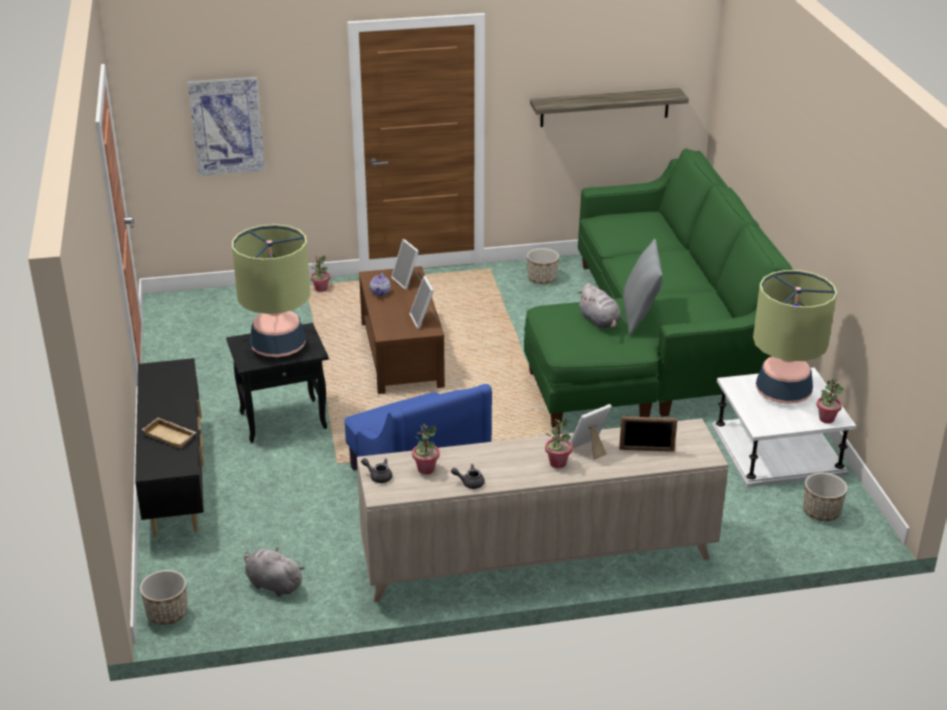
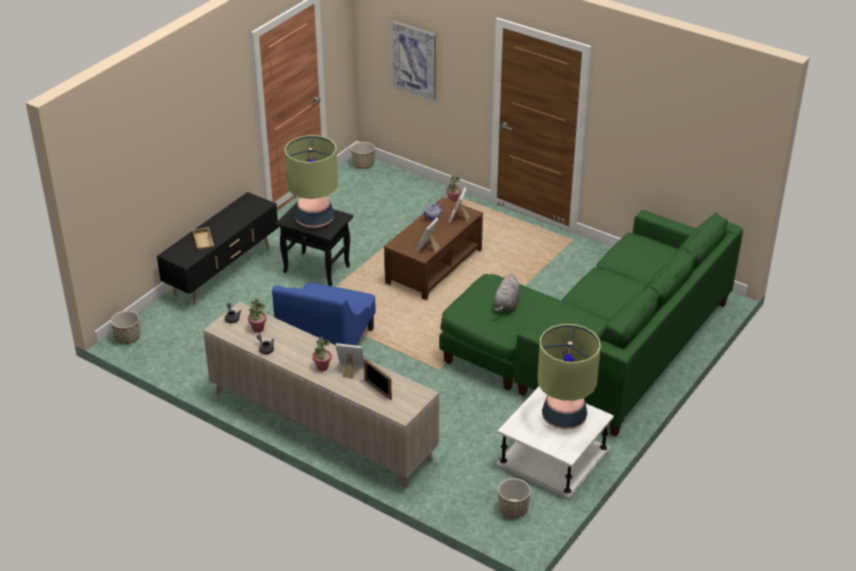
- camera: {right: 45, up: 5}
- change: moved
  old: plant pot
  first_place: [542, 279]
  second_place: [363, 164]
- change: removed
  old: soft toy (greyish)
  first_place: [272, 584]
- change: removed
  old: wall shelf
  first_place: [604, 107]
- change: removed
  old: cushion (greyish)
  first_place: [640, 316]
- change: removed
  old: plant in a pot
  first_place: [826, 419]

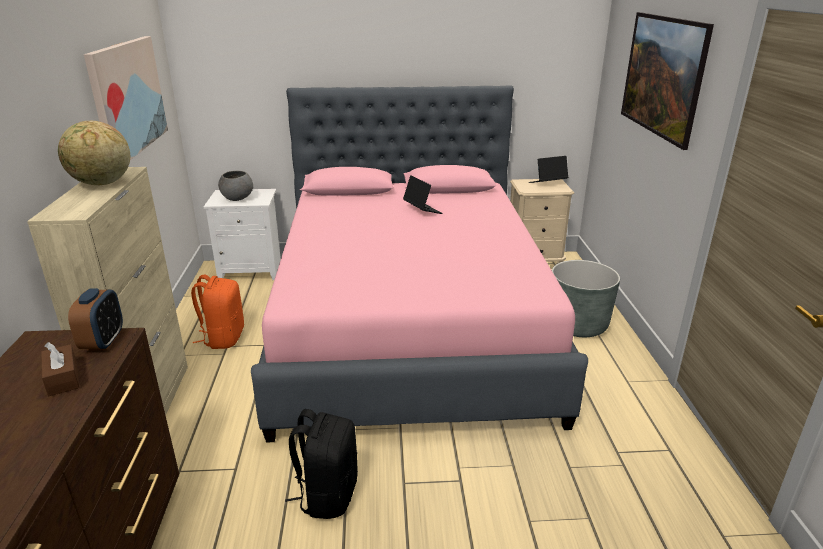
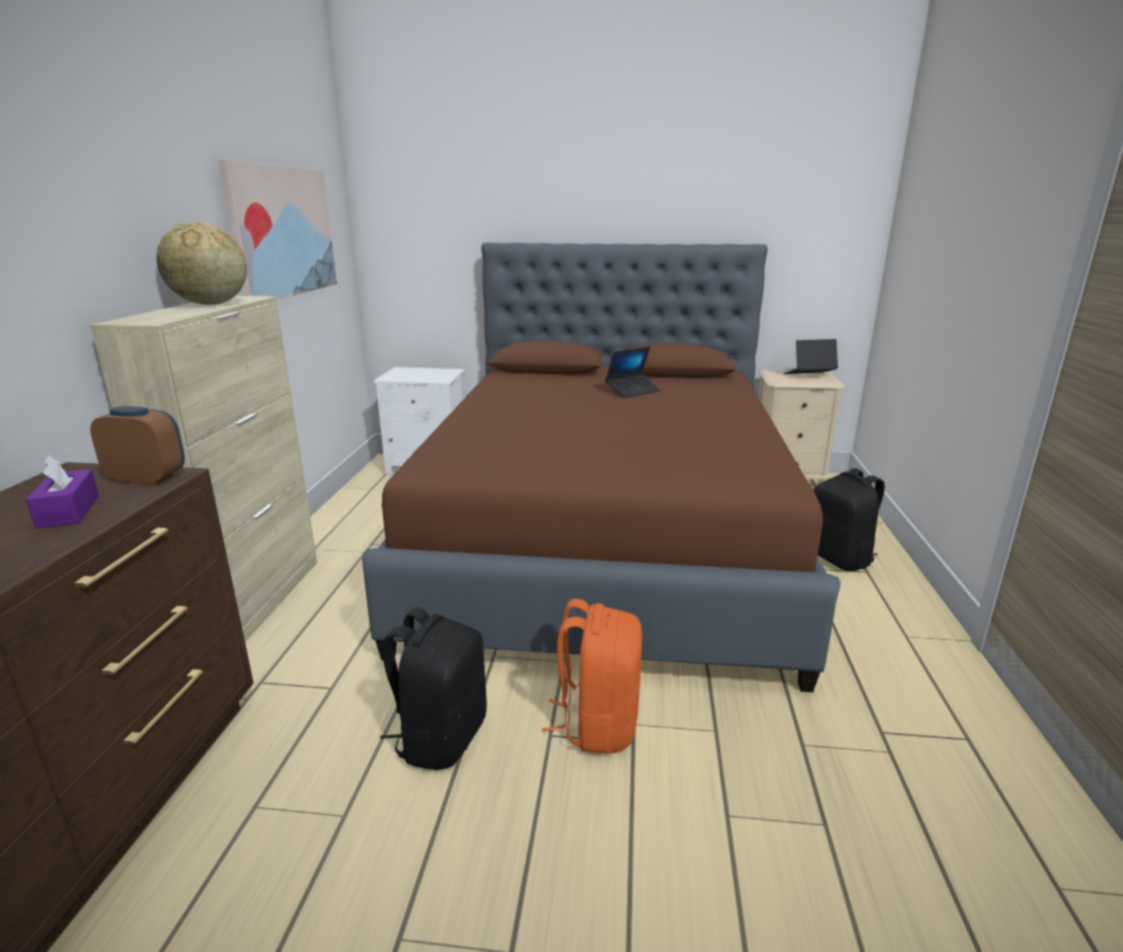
- camera: {right: 10, up: -5}
- change: recoloured
  old: tissue holder (brown-coloured)
  new: tissue holder (purplish)
  first_place: [63, 378]
  second_place: [68, 511]
- change: turned
  old: bedside clock
  first_place: [103, 342]
  second_place: [147, 478]
  degrees: -90
- change: recoloured
  old: bed (pinkish)
  new: bed (brown-coloured)
  first_place: [410, 326]
  second_place: [606, 541]
- change: moved
  old: knapsack (orange-coloured)
  first_place: [223, 338]
  second_place: [597, 723]
- change: turned
  old: portable computer
  first_place: [422, 210]
  second_place: [633, 391]
  degrees: 75
- change: replaced
  old: plant pot (greyish)
  new: knapsack (black-coloured)
  first_place: [578, 325]
  second_place: [839, 558]
- change: removed
  old: bowl (greyish)
  first_place: [238, 199]
- change: removed
  old: wall picture
  first_place: [657, 103]

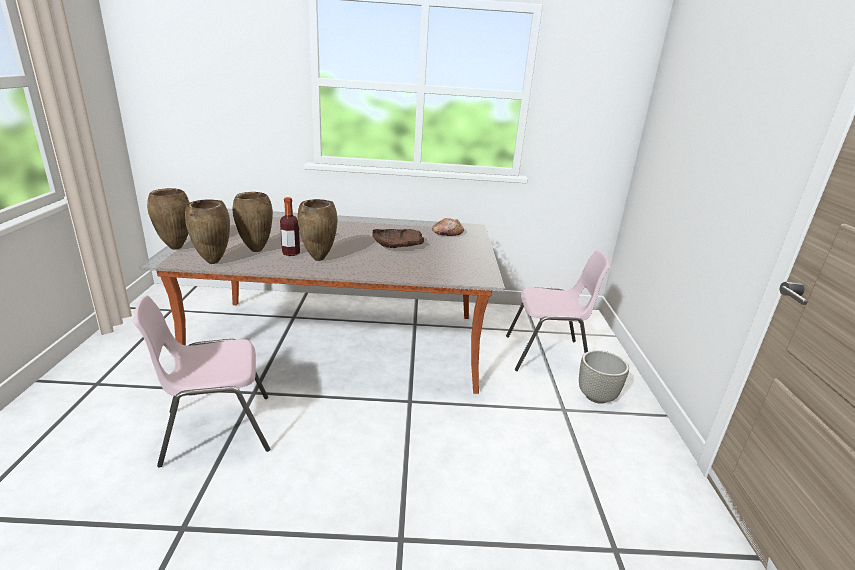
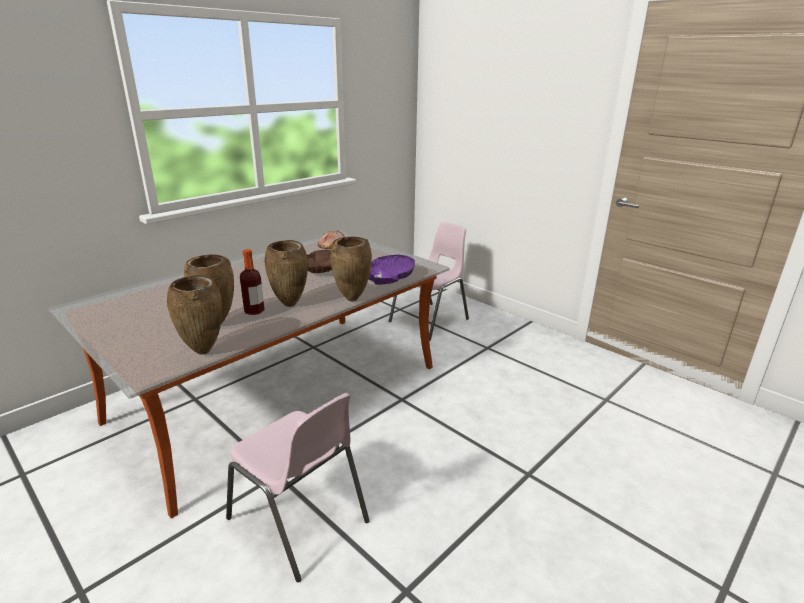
- camera: {right: -45, up: 0}
- change: turned
  old: plain chair (pinkish)
  first_place: [216, 430]
  second_place: [300, 521]
  degrees: -75
- change: moved
  old: decorative vase (brown-coloured)
  first_place: [175, 248]
  second_place: [352, 299]
- change: added
  new: bowl (purplish)
  second_place: [390, 278]
- change: removed
  old: plant pot (greyish)
  first_place: [596, 396]

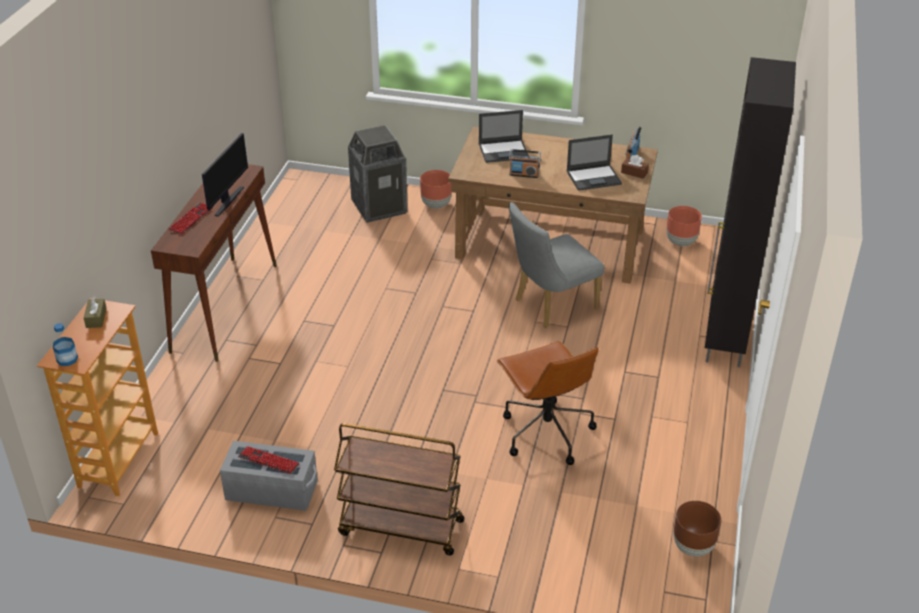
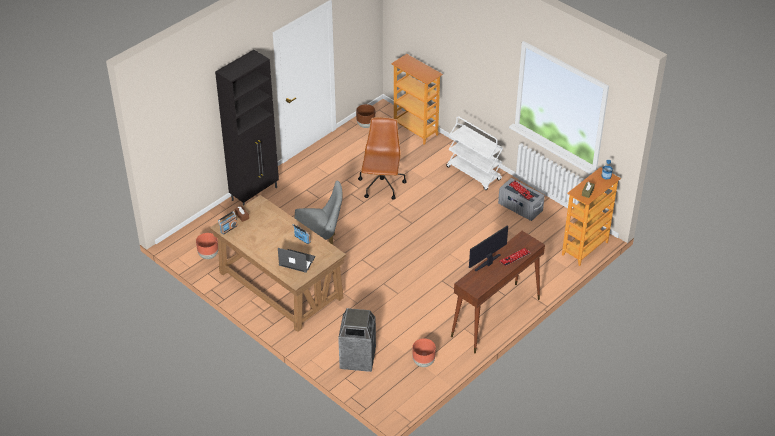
- camera: {right: -150, up: 5}
- change: added
  new: bookshelf
  second_place: [416, 130]
- change: moved
  old: plant pot (brown-coloured)
  first_place: [436, 204]
  second_place: [423, 362]
- change: recoloured
  old: wheeled cart (brown-coloured)
  new: wheeled cart (white-coloured)
  first_place: [400, 527]
  second_place: [474, 173]
- change: removed
  old: portable computer
  first_place: [594, 177]

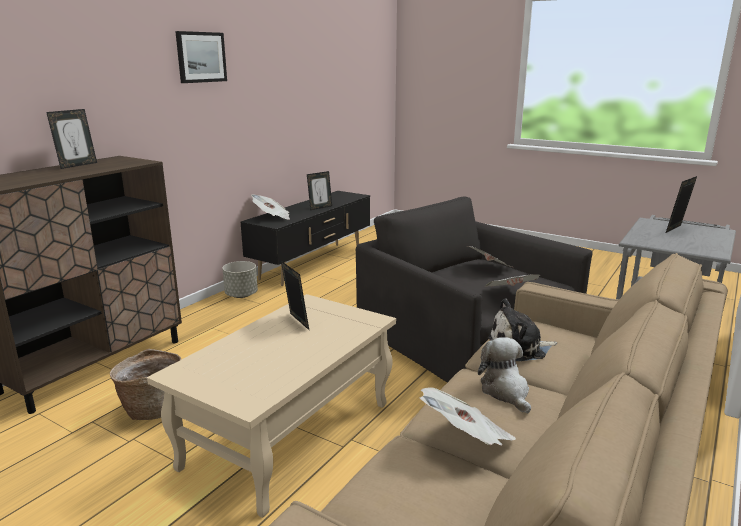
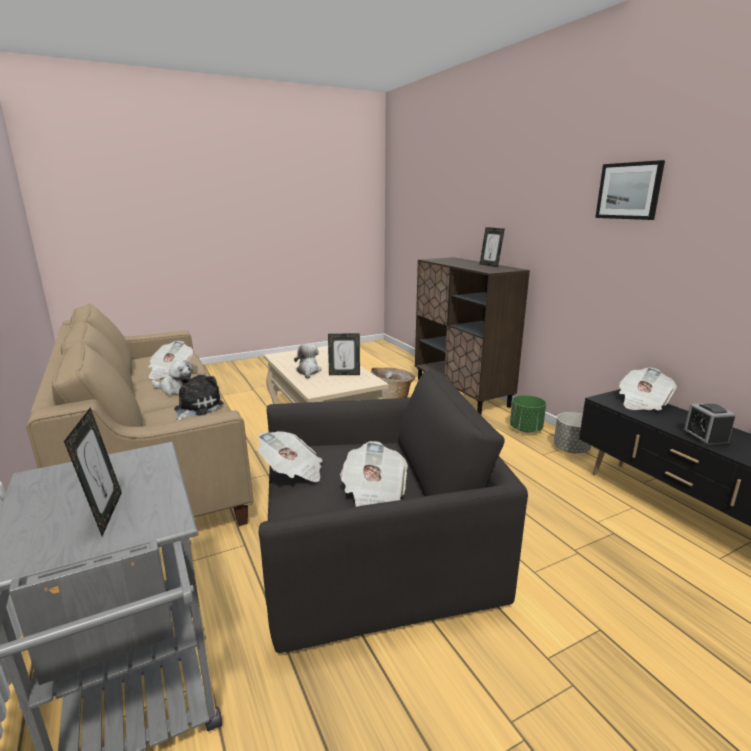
- camera: {right: 120, up: 0}
- change: added
  new: soft toy
  second_place: [308, 371]
- change: added
  new: plant pot (green)
  second_place: [525, 429]
- change: replaced
  old: photo frame
  new: bedside clock
  first_place: [320, 207]
  second_place: [705, 438]

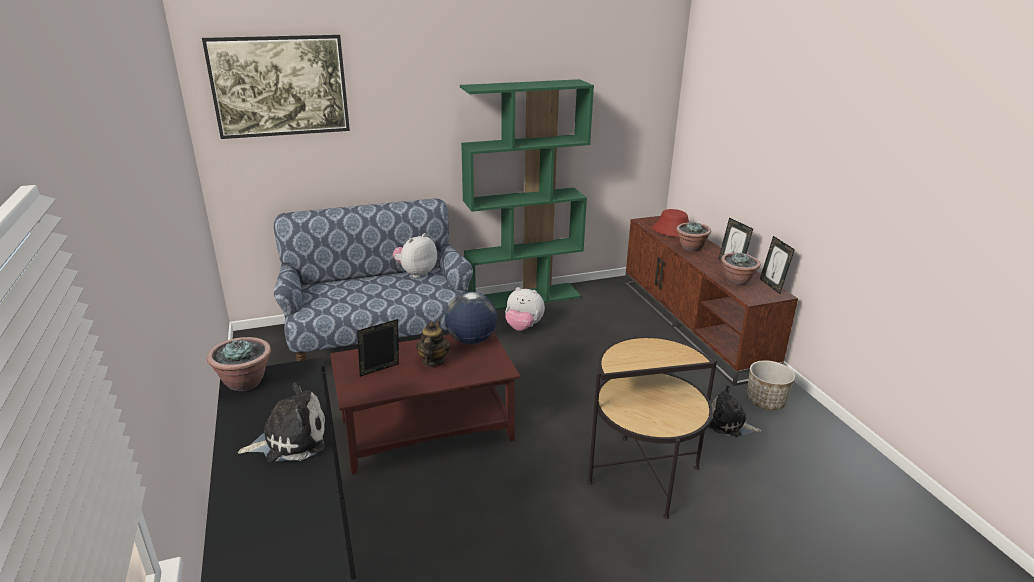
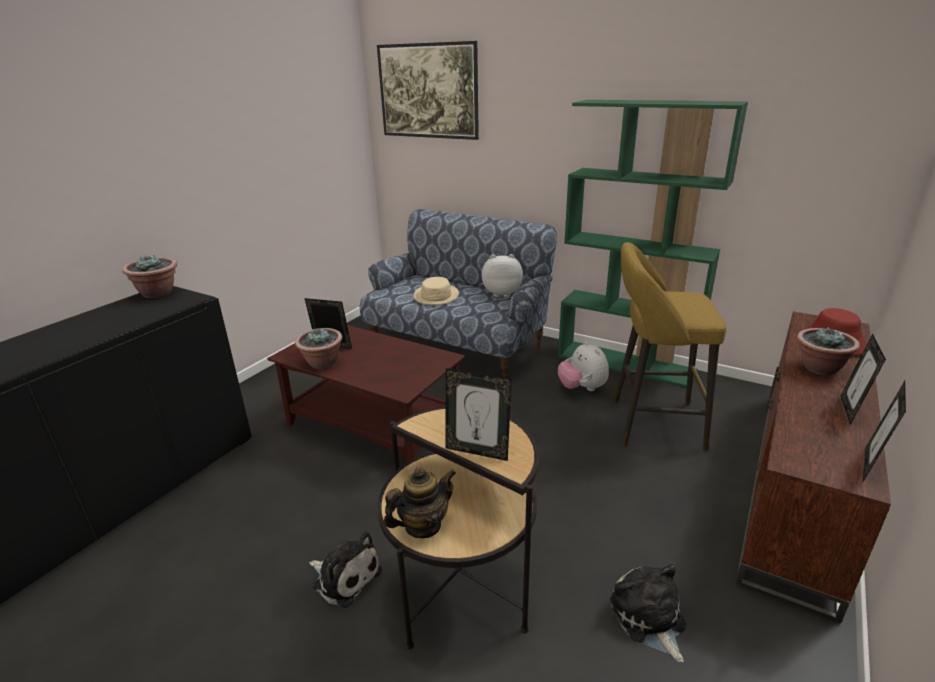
- camera: {right: 50, up: 0}
- change: moved
  old: plant in a pot
  first_place: [737, 281]
  second_place: [322, 363]
- change: moved
  old: soft toy
  first_place: [291, 440]
  second_place: [345, 577]
- change: moved
  old: pot for tea
  first_place: [433, 361]
  second_place: [422, 526]
- change: added
  new: clothing hat (beige)
  second_place: [436, 295]
- change: added
  new: photo frame
  second_place: [477, 451]
- change: added
  new: stool (yellow)
  second_place: [650, 423]
- change: removed
  old: globe
  first_place: [471, 340]
- change: removed
  old: plant pot
  first_place: [765, 401]

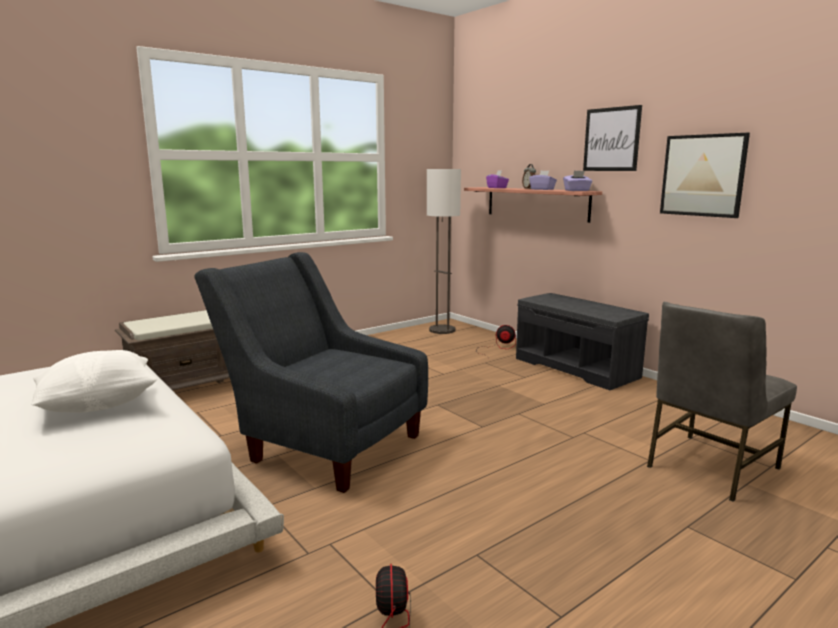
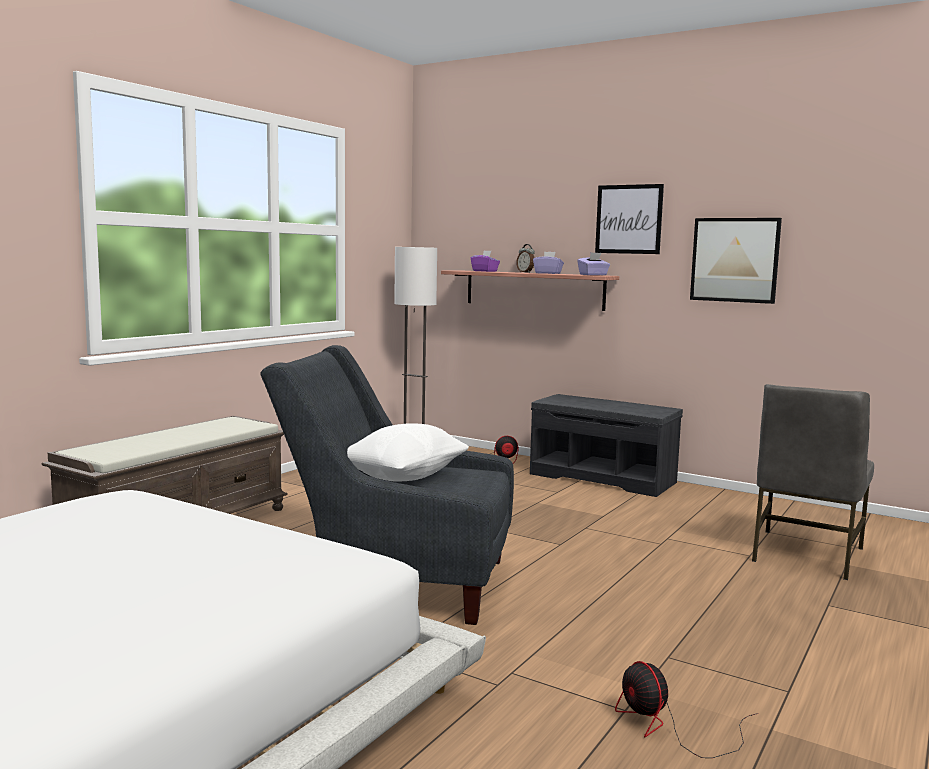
- camera: {right: -20, up: -5}
- change: moved
  old: cushion (white-coloured)
  first_place: [99, 405]
  second_place: [403, 477]

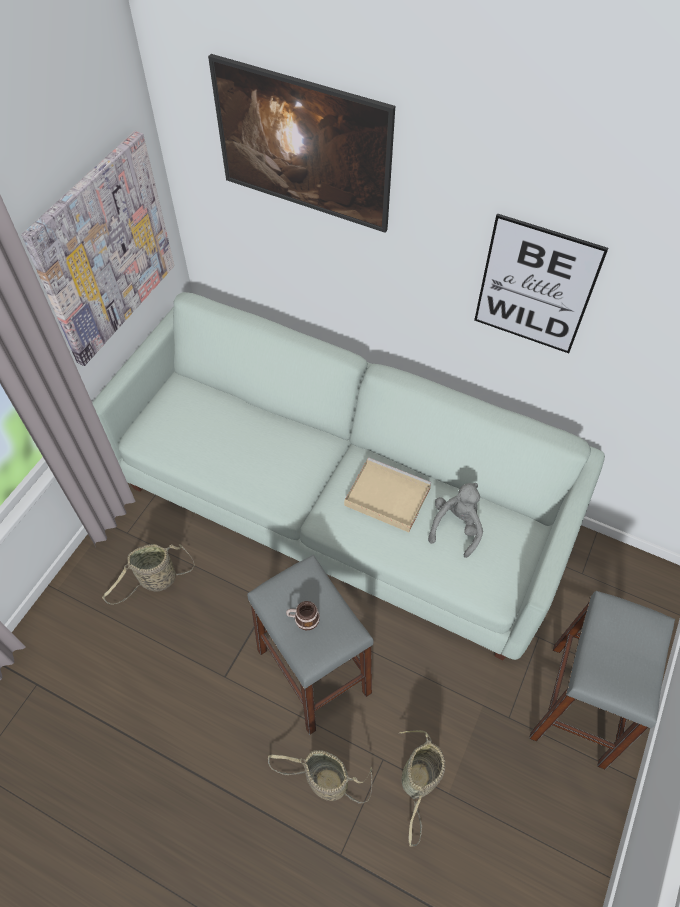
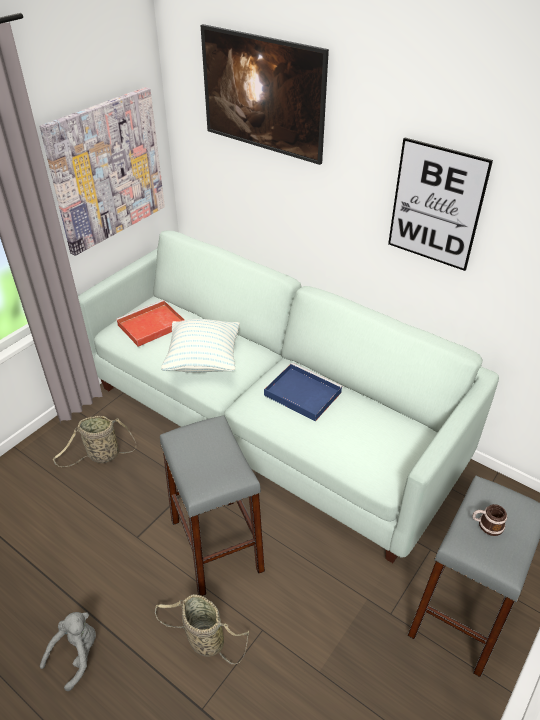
- camera: {right: 10, up: -15}
- change: moved
  old: soft toy (greyish)
  first_place: [456, 527]
  second_place: [76, 654]
- change: added
  new: carrying tray (red-coloured)
  second_place: [150, 326]
- change: added
  new: cushion
  second_place: [203, 360]
- change: recoloured
  old: carrying tray (beige)
  new: carrying tray (bluish)
  first_place: [385, 496]
  second_place: [301, 393]
- change: moved
  old: tea mug
  first_place: [303, 618]
  second_place: [486, 525]
- change: removed
  old: storage basket
  first_place: [418, 781]

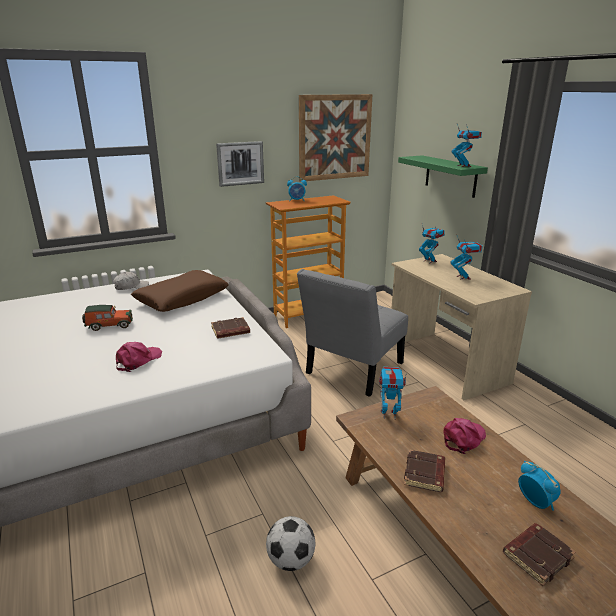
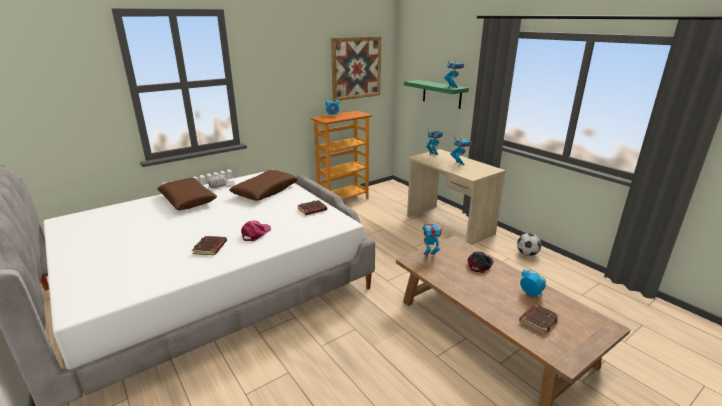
- camera: {right: -10, up: 0}
- change: added
  new: cushion (brown-coloured)
  second_place: [188, 200]
- change: moved
  old: book (brown-coloured)
  first_place: [425, 474]
  second_place: [210, 248]
- change: recoloured
  old: cap (pinkish)
  new: cap (black-coloured)
  first_place: [463, 438]
  second_place: [480, 264]
- change: moved
  old: football ball
  first_place: [291, 560]
  second_place: [527, 254]
- change: removed
  old: model car
  first_place: [109, 325]
- change: removed
  old: wall picture
  first_place: [240, 163]
- change: removed
  old: plain chair (greyish)
  first_place: [351, 371]

